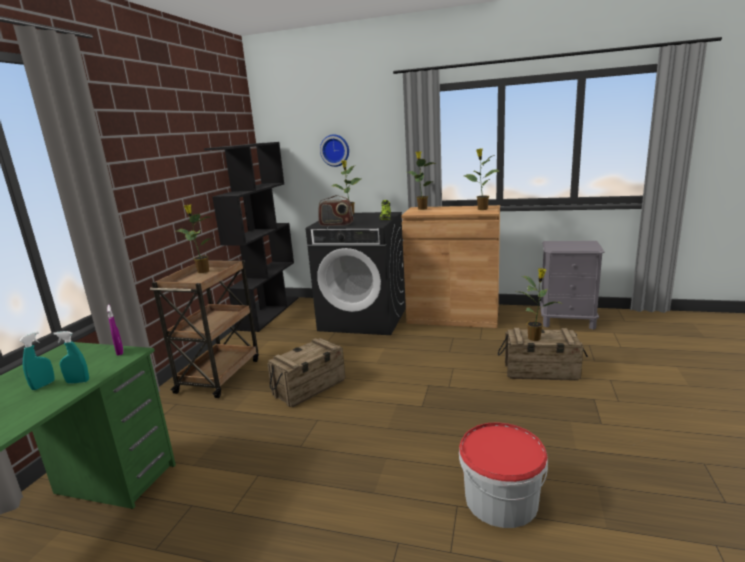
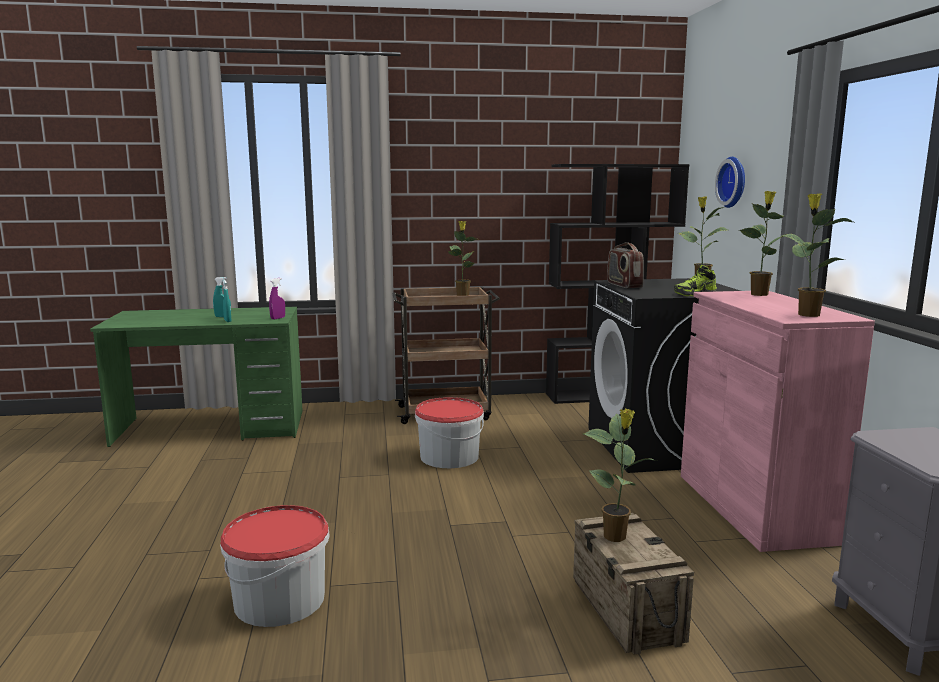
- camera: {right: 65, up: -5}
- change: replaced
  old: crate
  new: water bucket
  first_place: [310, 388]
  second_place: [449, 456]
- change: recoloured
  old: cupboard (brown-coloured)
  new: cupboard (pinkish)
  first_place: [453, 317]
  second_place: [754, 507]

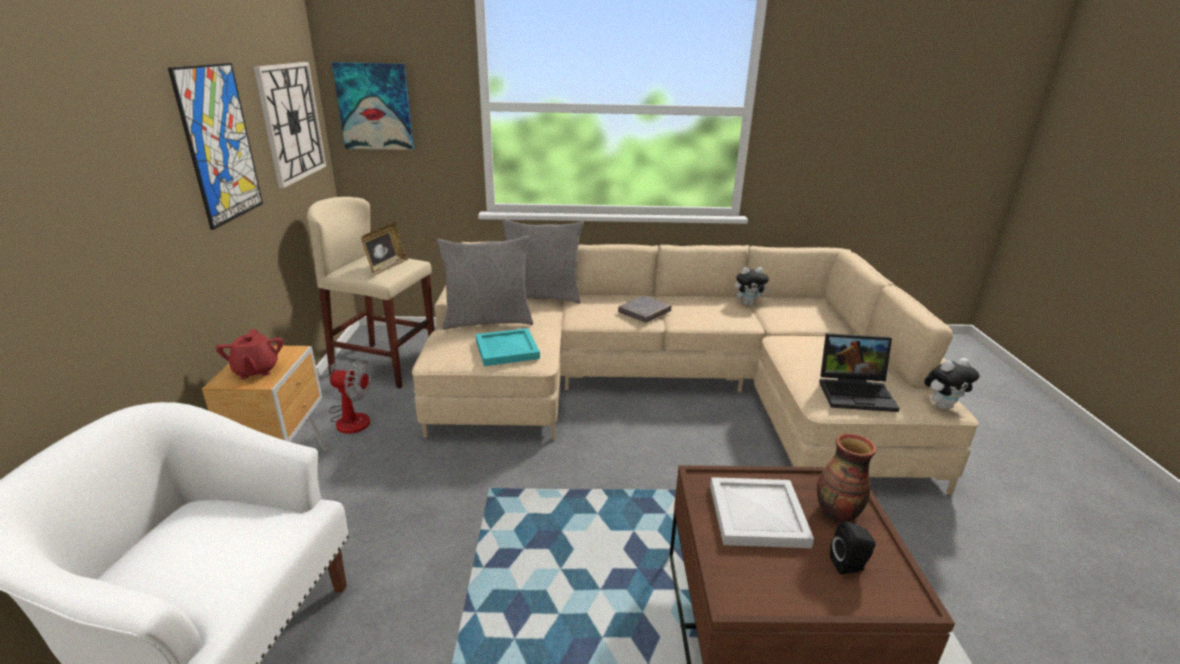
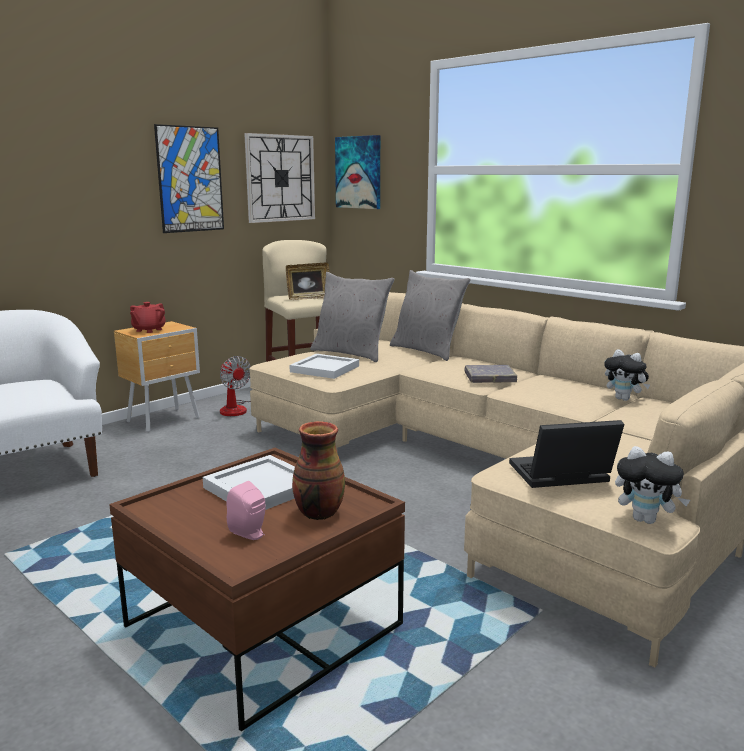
- camera: {right: 45, up: -10}
- change: recoloured
  old: speaker (black-coloured)
  new: speaker (pinkish)
  first_place: [849, 565]
  second_place: [250, 534]
- change: recoloured
  old: carrying tray (blue-green)
  new: carrying tray (white-coloured)
  first_place: [506, 350]
  second_place: [323, 369]
- change: turned
  old: portable computer
  first_place: [856, 392]
  second_place: [559, 476]
  degrees: 120

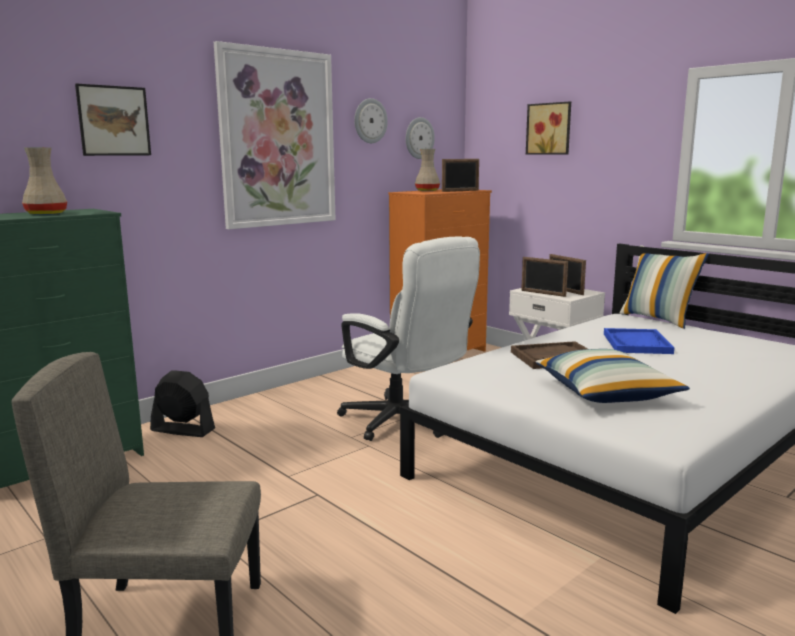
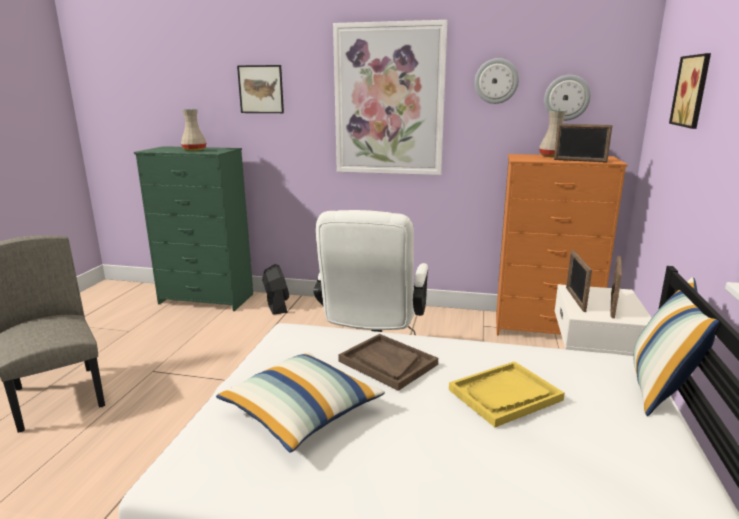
- camera: {right: 55, up: 5}
- change: recoloured
  old: carrying tray (bluish)
  new: carrying tray (yellow)
  first_place: [637, 343]
  second_place: [505, 395]

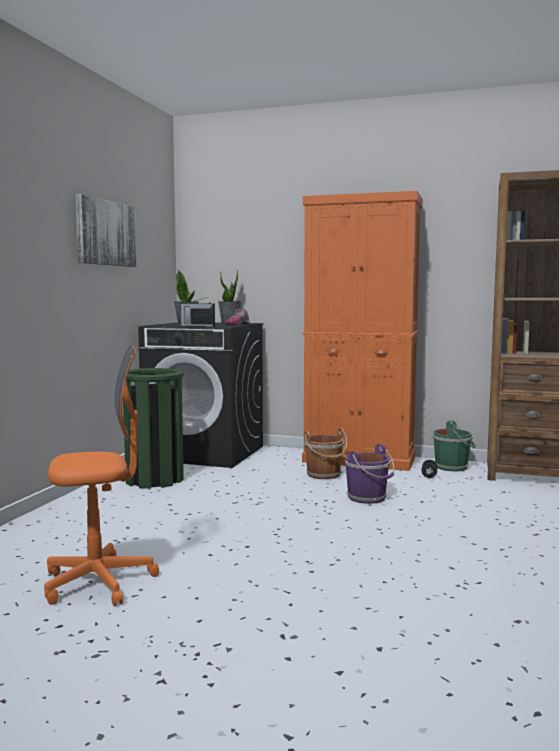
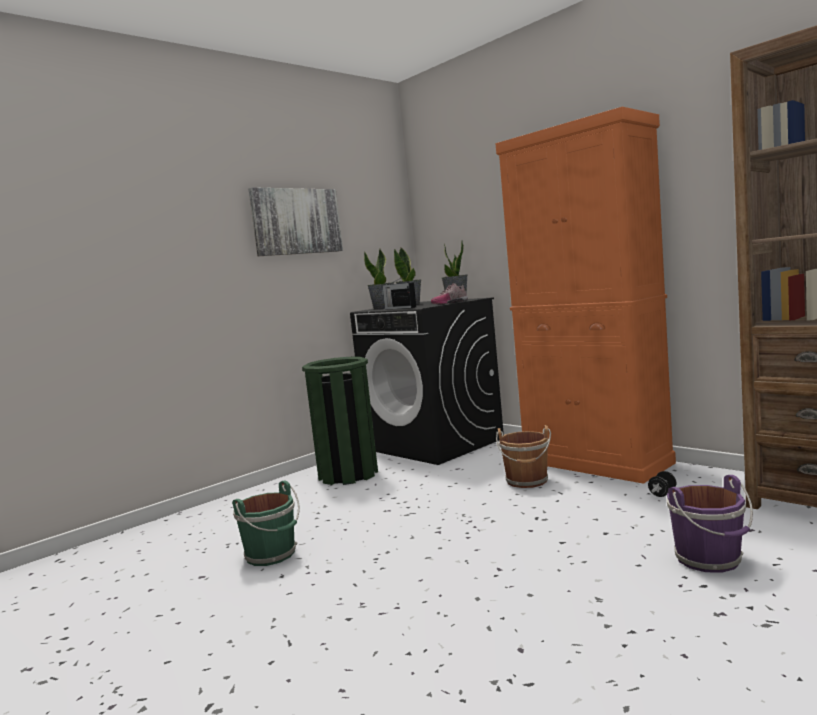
- camera: {right: 30, up: 0}
- change: moved
  old: water bucket (green)
  first_place: [452, 467]
  second_place: [272, 555]
- change: added
  new: plant in a pot
  second_place: [383, 308]
- change: moved
  old: water bucket (purplish)
  first_place: [368, 498]
  second_place: [710, 560]
- change: removed
  old: computer chair (orange-coloured)
  first_place: [99, 582]

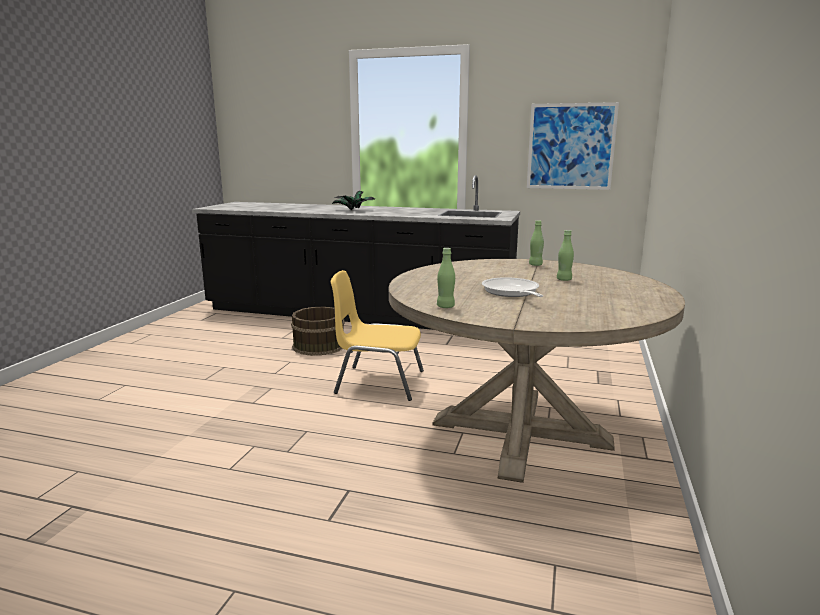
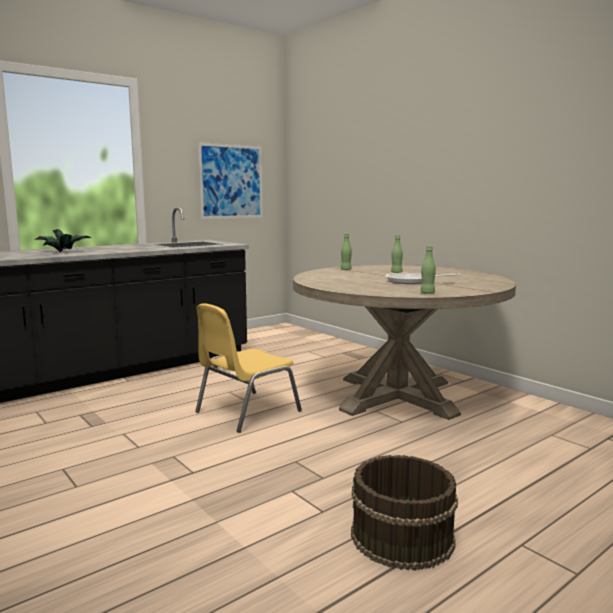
- camera: {right: -55, up: -5}
- change: moved
  old: water bucket (brown-coloured)
  first_place: [318, 345]
  second_place: [401, 537]

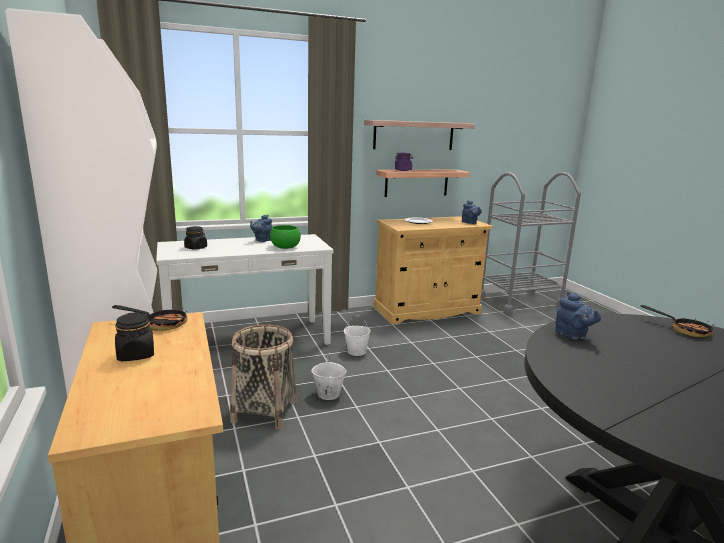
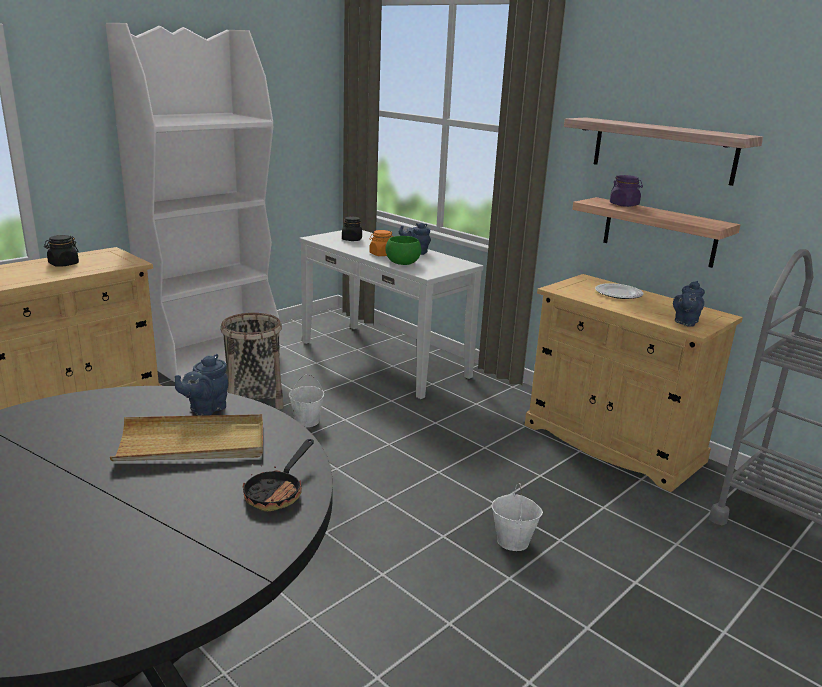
- camera: {right: 65, up: 5}
- change: added
  new: carrying tray (beige)
  second_place: [192, 444]
- change: added
  new: storage jar (orange-coloured)
  second_place: [381, 254]
- change: moved
  old: water bucket (white-coloured)
  first_place: [356, 351]
  second_place: [513, 541]
- change: removed
  old: skillet
  first_place: [160, 324]

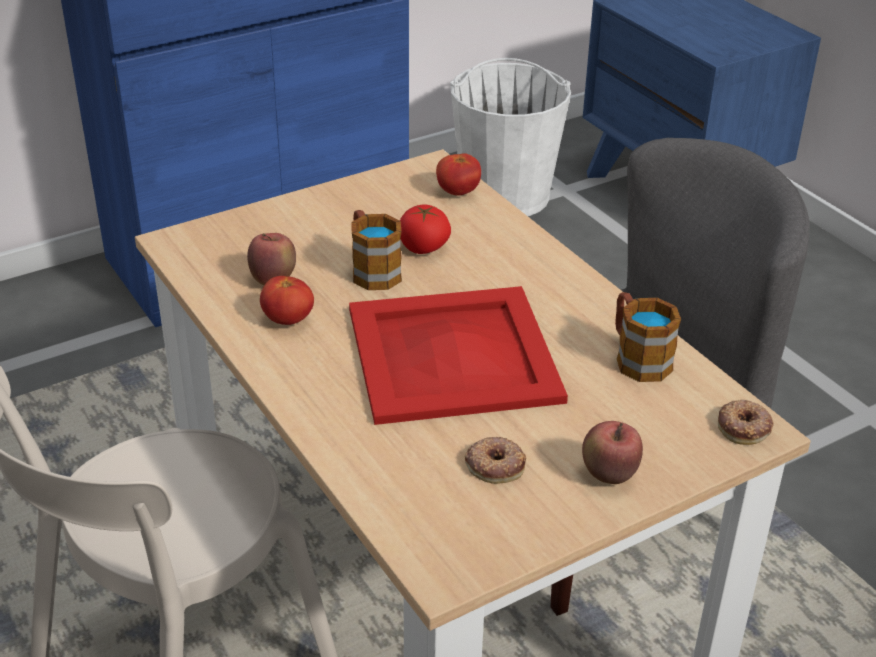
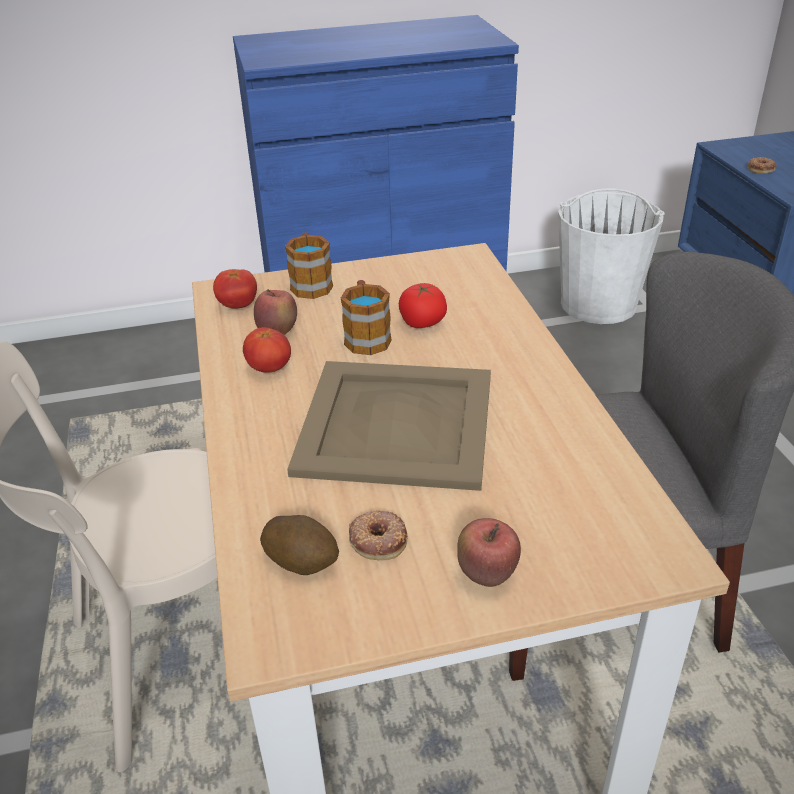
- camera: {right: 20, up: 0}
- change: moved
  old: tomato
  first_place: [457, 192]
  second_place: [238, 305]
- change: added
  new: whole potato
  second_place: [302, 560]
- change: moved
  old: tea mug
  first_place: [637, 357]
  second_place: [311, 283]
- change: recoloured
  old: carrying tray (red-coloured)
  new: carrying tray (beige)
  first_place: [451, 353]
  second_place: [395, 422]
- change: moved
  old: ring doughnut
  first_place: [744, 427]
  second_place: [761, 169]

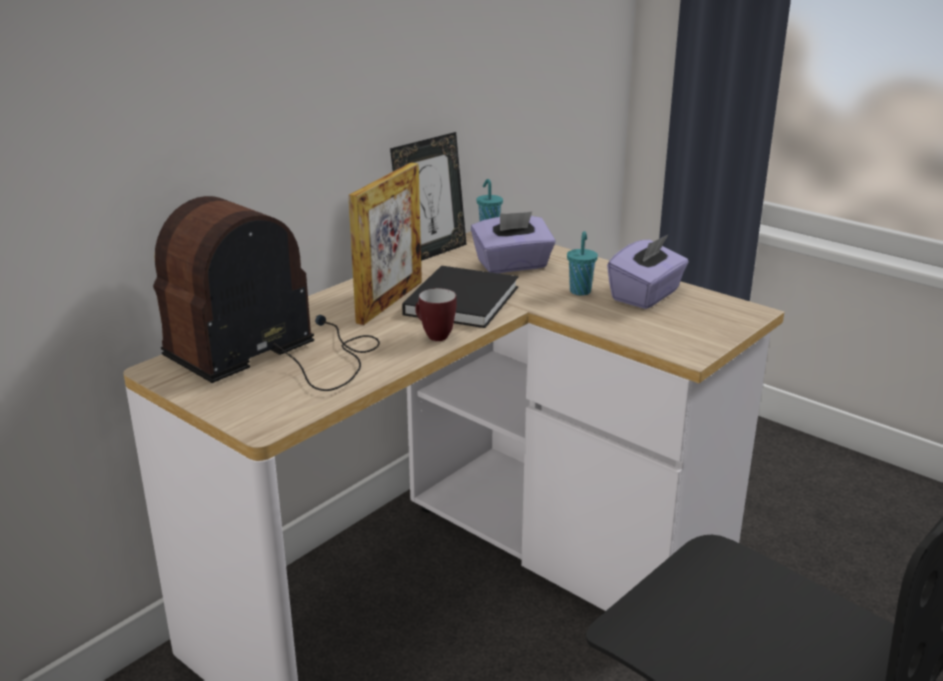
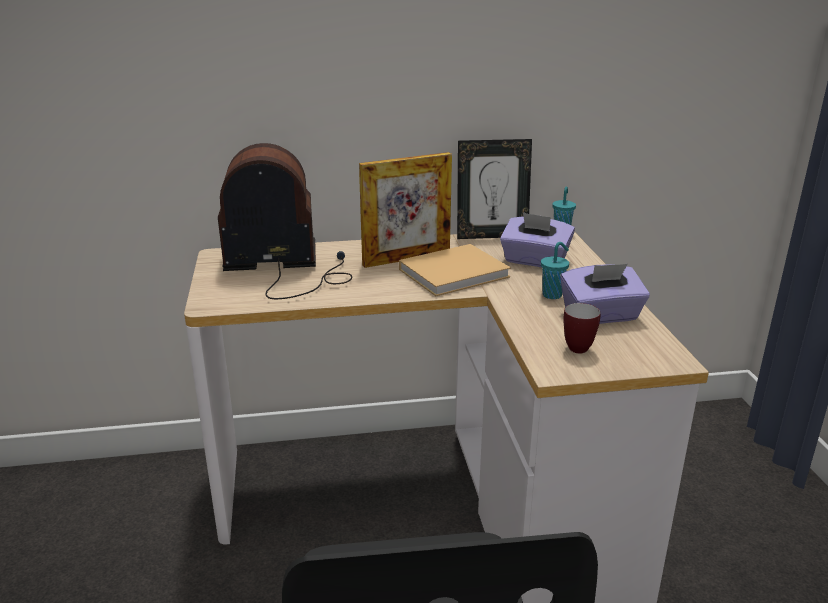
- camera: {right: 40, up: 0}
- change: recoloured
  old: book (black-coloured)
  new: book (beige)
  first_place: [463, 299]
  second_place: [456, 272]
- change: moved
  old: tea mug
  first_place: [433, 336]
  second_place: [575, 346]

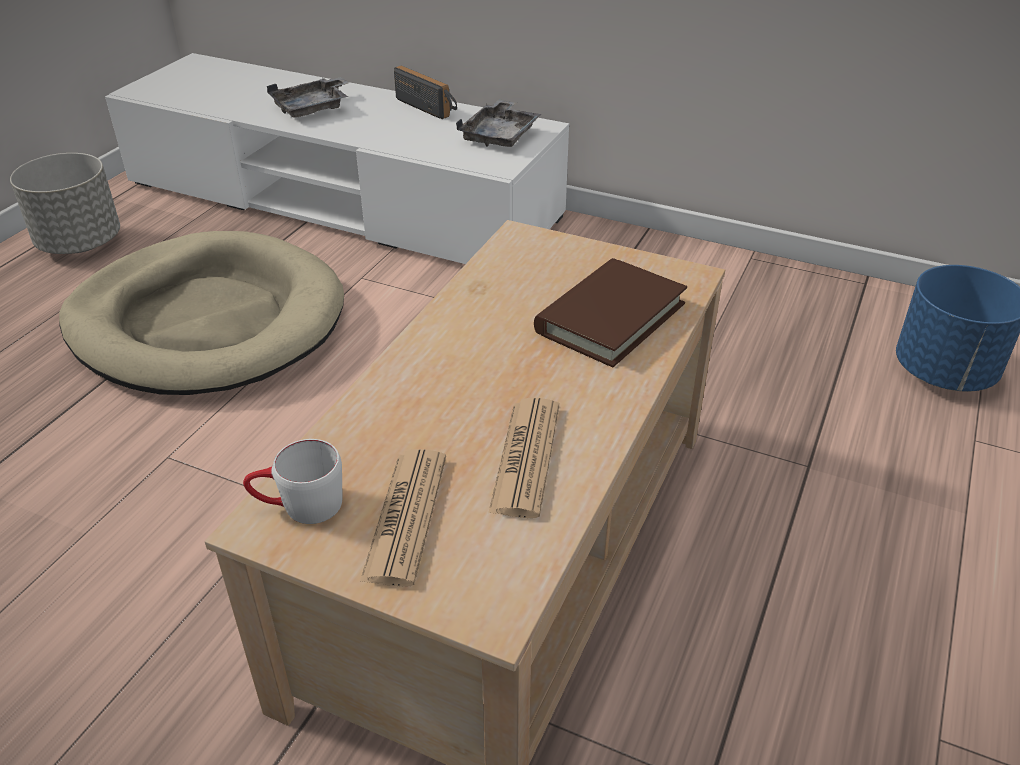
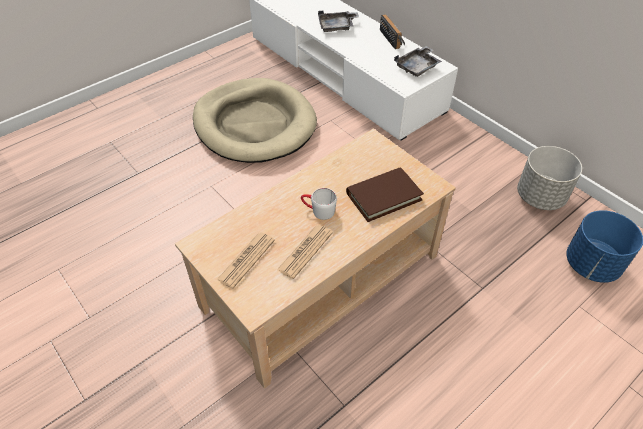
- camera: {right: 25, up: 10}
- change: moved
  old: tea mug (white-coloured)
  first_place: [299, 506]
  second_place: [318, 211]
- change: moved
  old: plant pot (greyish)
  first_place: [80, 243]
  second_place: [540, 196]

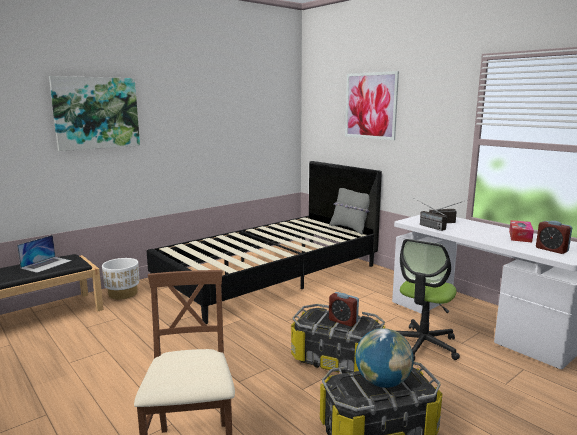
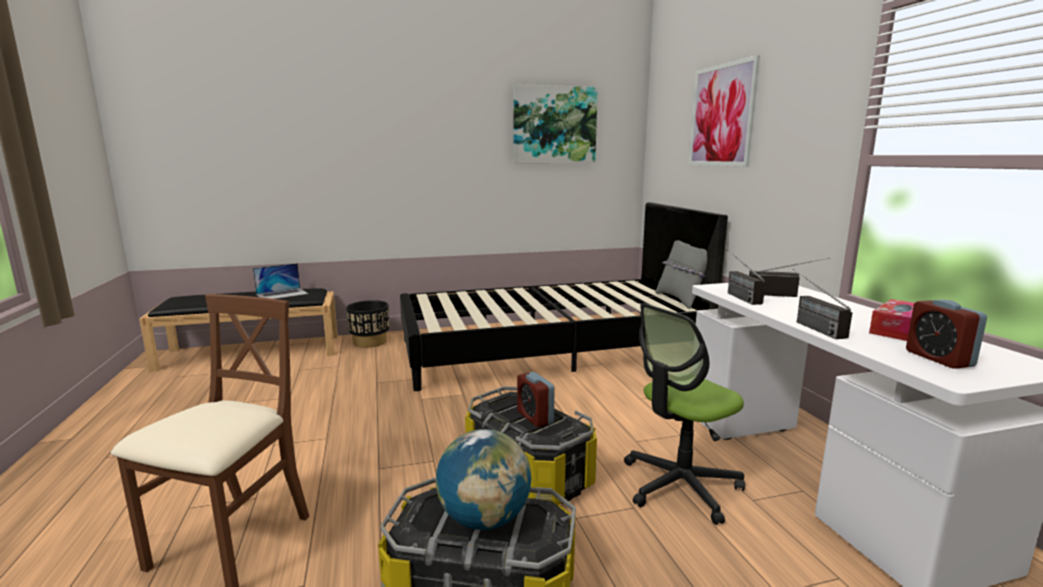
- camera: {right: 25, up: 0}
- change: recoloured
  old: plant pot (white-coloured)
  new: plant pot (black-coloured)
  first_place: [123, 294]
  second_place: [370, 342]
- change: moved
  old: wall picture
  first_place: [96, 113]
  second_place: [554, 125]
- change: added
  new: radio
  second_place: [809, 325]

